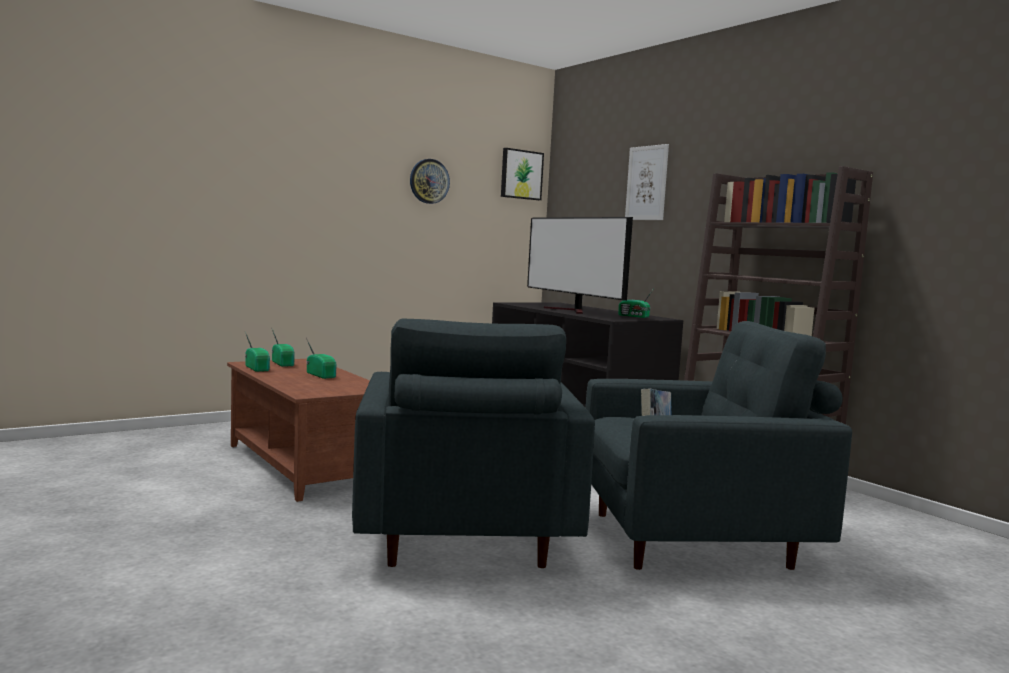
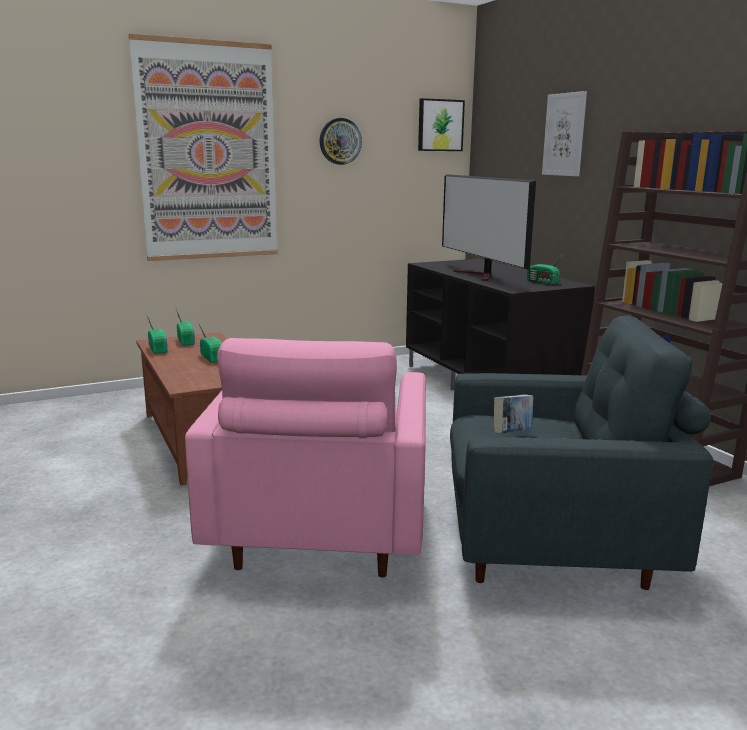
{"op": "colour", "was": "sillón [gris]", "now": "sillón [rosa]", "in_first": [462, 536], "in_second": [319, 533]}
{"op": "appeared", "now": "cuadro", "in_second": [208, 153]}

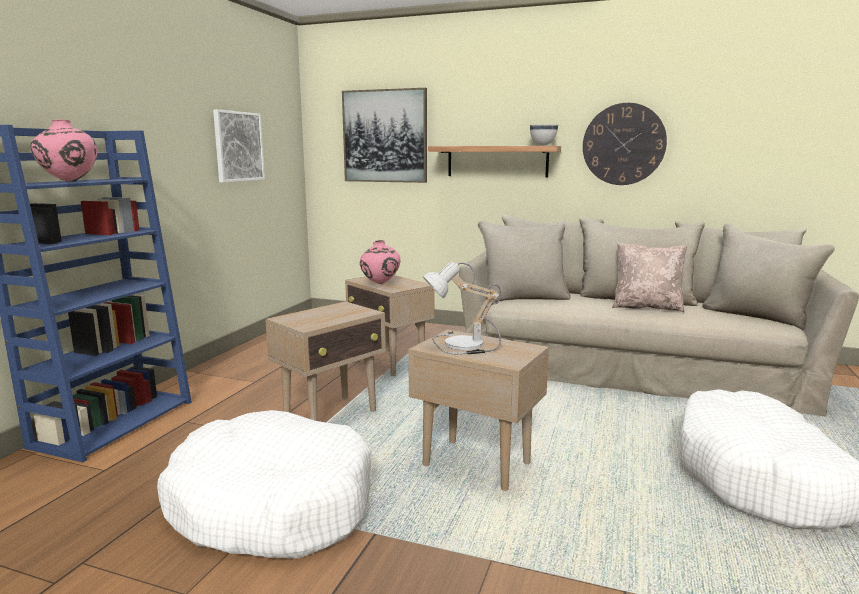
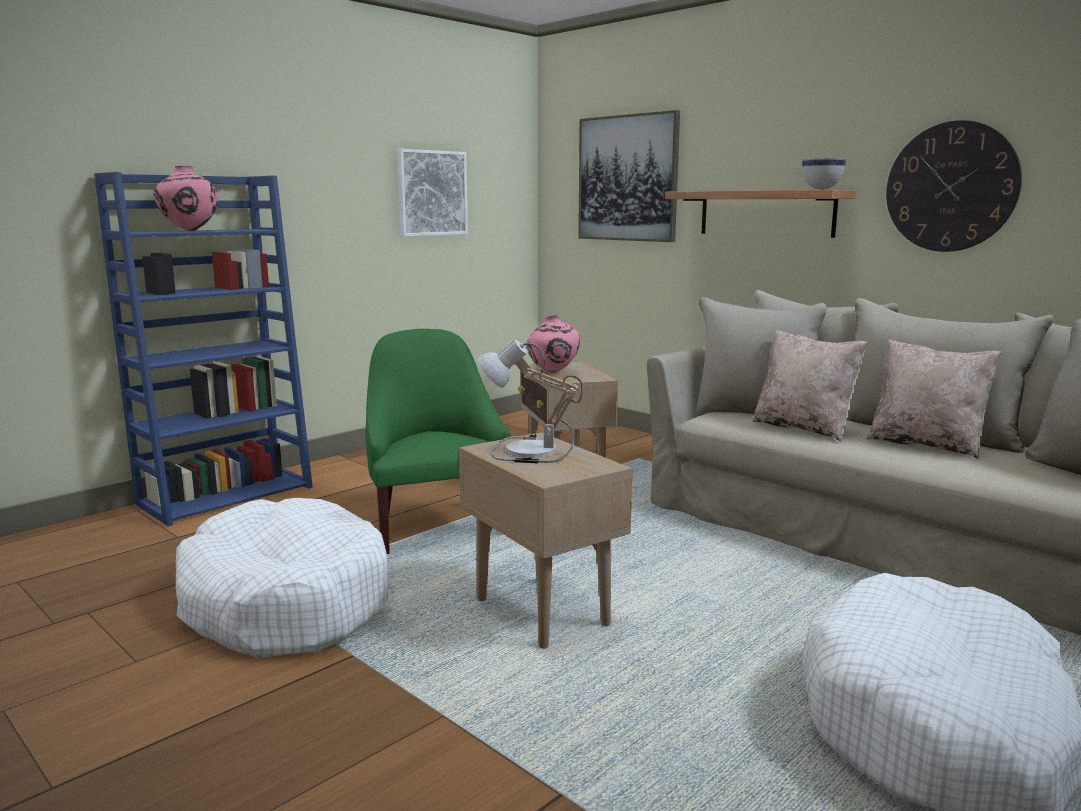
{"op": "exchanged", "was": "mesa auxiliar [beis]", "now": "sillón [verde]", "in_first": [331, 414], "in_second": [437, 525]}
{"op": "appeared", "now": "cojín [beis]", "in_second": [804, 428]}

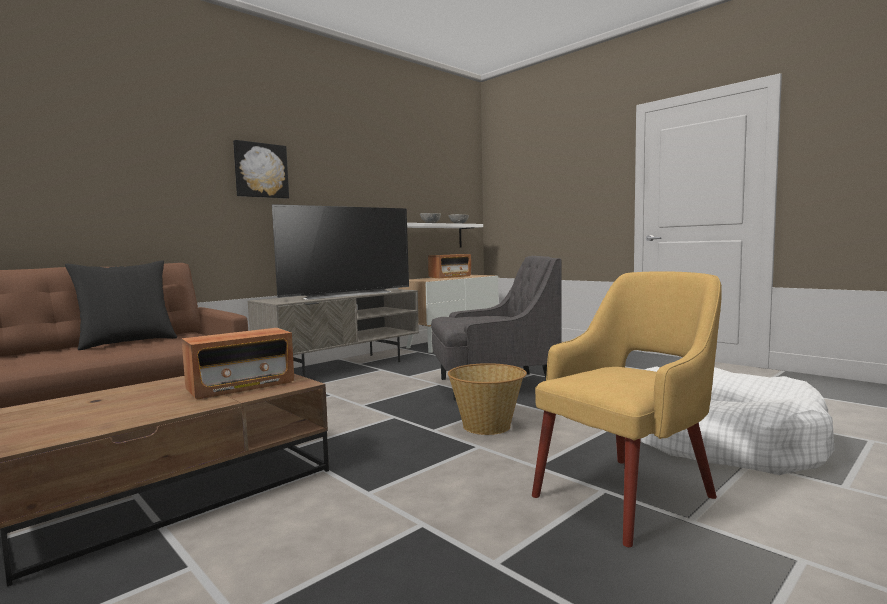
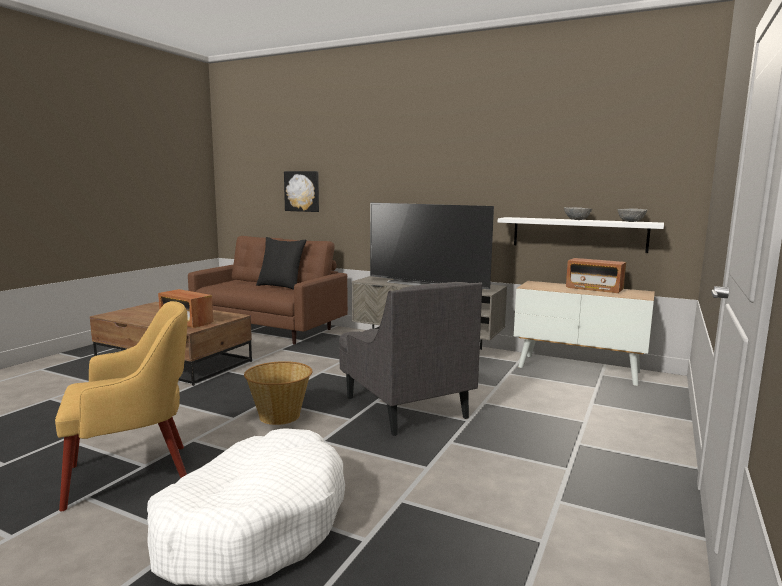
{"op": "relocated", "was": "cuadro", "in_first": [260, 170], "in_second": [302, 191]}
{"op": "spun", "was": "sillón [amarillo]", "in_first": [628, 495], "in_second": [133, 474], "clockwise": -60}

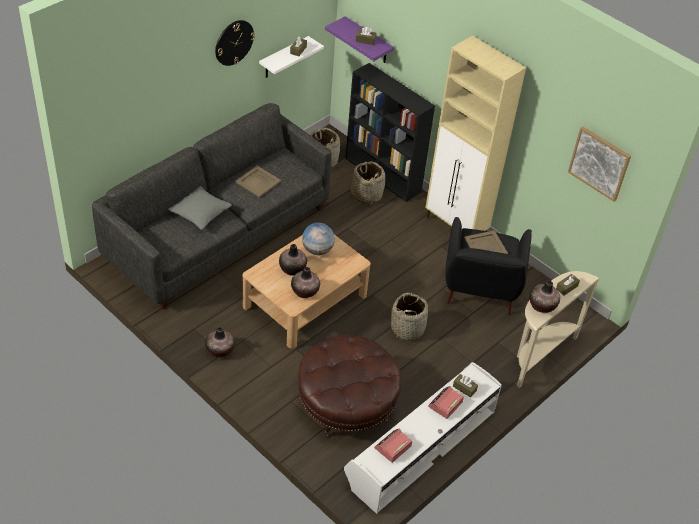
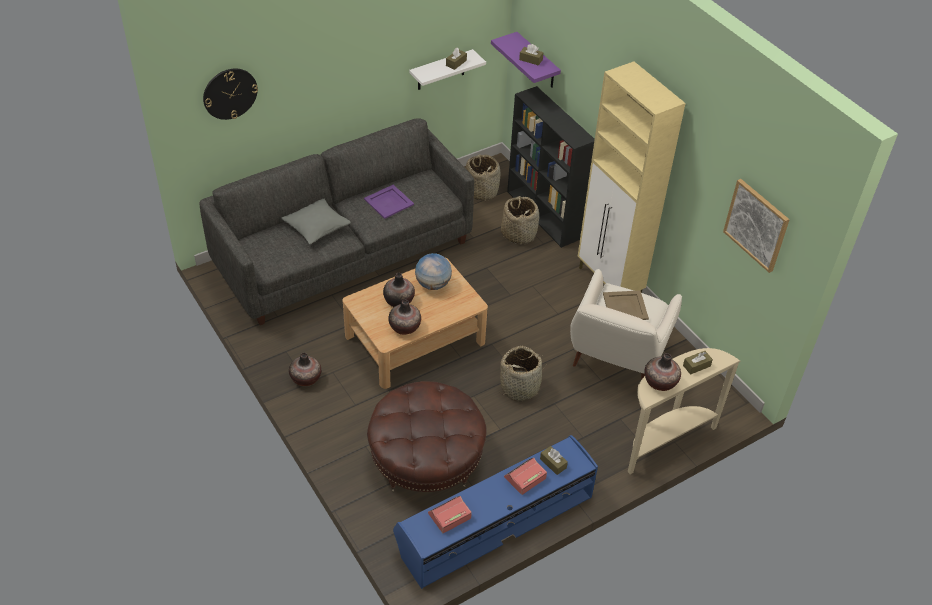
{"op": "relocated", "was": "reloj de pared", "in_first": [234, 42], "in_second": [230, 93]}
{"op": "colour", "was": "bandeja [beis]", "now": "bandeja [morado]", "in_first": [257, 181], "in_second": [388, 202]}
{"op": "colour", "was": "sillón [negro]", "now": "sillón [blanco]", "in_first": [480, 291], "in_second": [616, 357]}
{"op": "colour", "was": "mueble de televisión [blanco]", "now": "mueble de televisión [azul]", "in_first": [420, 446], "in_second": [494, 521]}

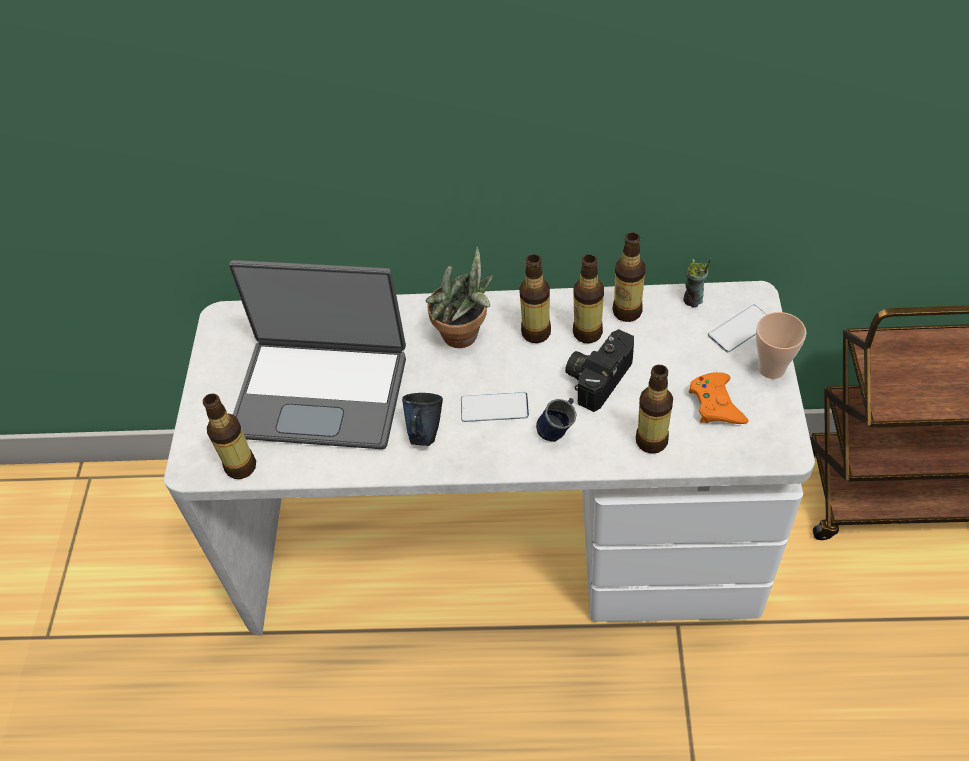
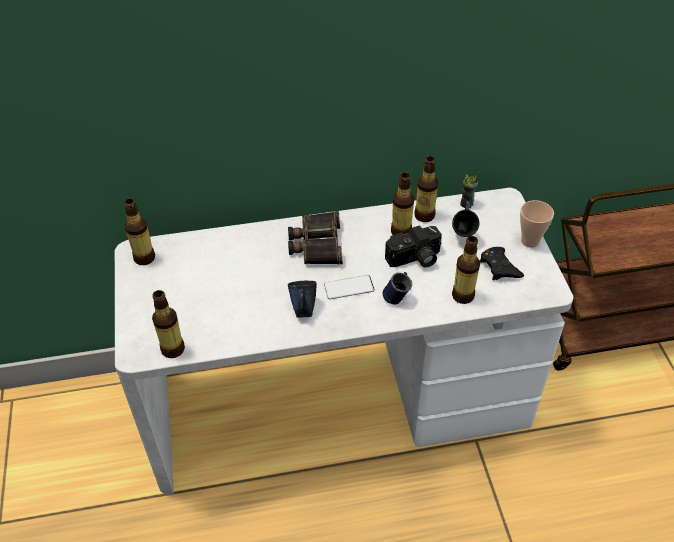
{"op": "exchanged", "was": "planta en maceta", "now": "prismáticos", "in_first": [465, 337], "in_second": [316, 244]}
{"op": "relocated", "was": "botella", "in_first": [536, 332], "in_second": [144, 258]}
{"op": "missing", "was": "portátil", "in_first": [321, 392]}
{"op": "missing", "was": "móvil", "in_first": [740, 329]}
{"op": "spun", "was": "cámara", "in_first": [597, 376], "in_second": [415, 259], "clockwise": -135}
{"op": "colour", "was": "mando de consola [naranja]", "now": "mando de consola [negro]", "in_first": [716, 404], "in_second": [499, 267]}
{"op": "appeared", "now": "taza grande [azul]", "in_second": [463, 237]}

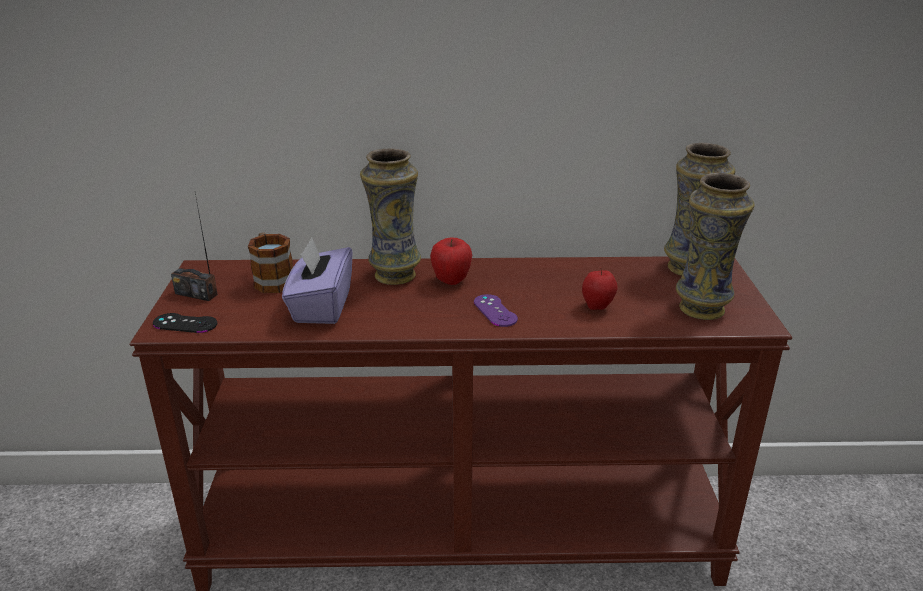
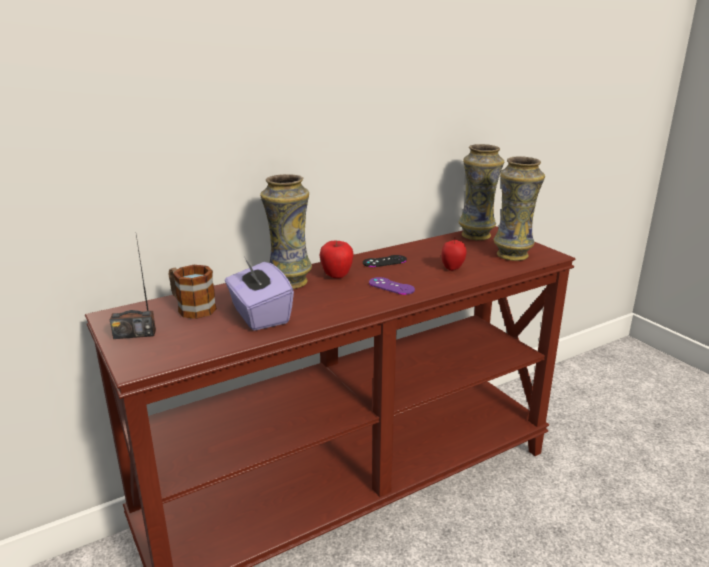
{"op": "relocated", "was": "mando de consola [negro]", "in_first": [185, 323], "in_second": [384, 261]}

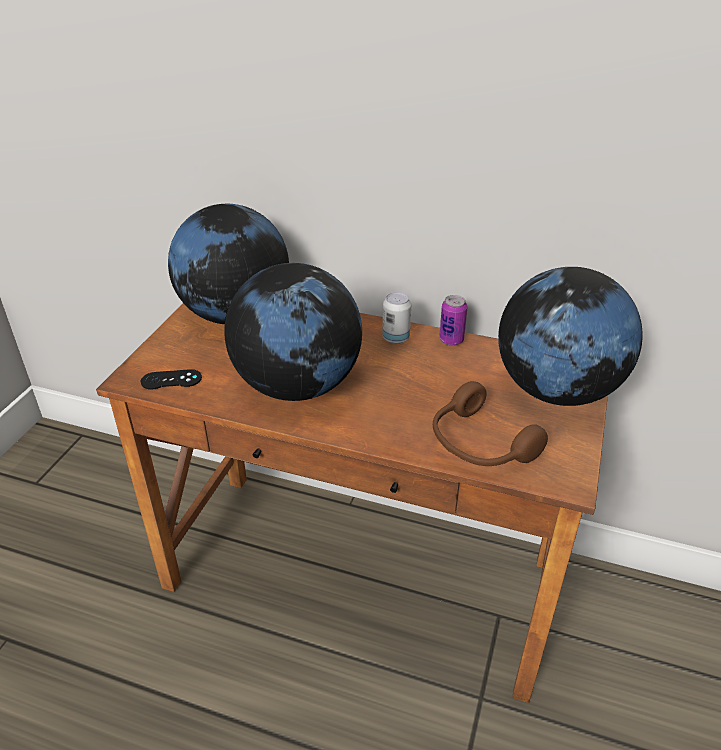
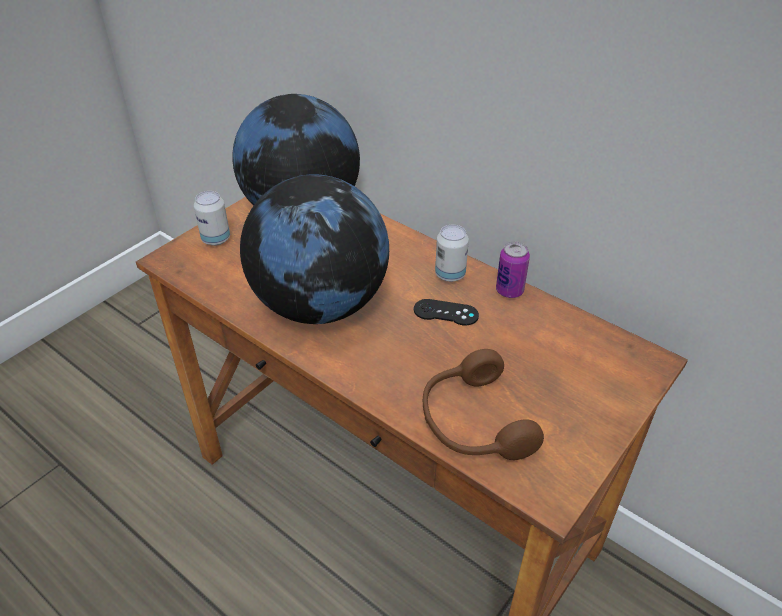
{"op": "missing", "was": "globo terráqueo", "in_first": [556, 390]}
{"op": "relocated", "was": "mando de consola [negro]", "in_first": [171, 380], "in_second": [445, 312]}
{"op": "appeared", "now": "lata", "in_second": [216, 239]}

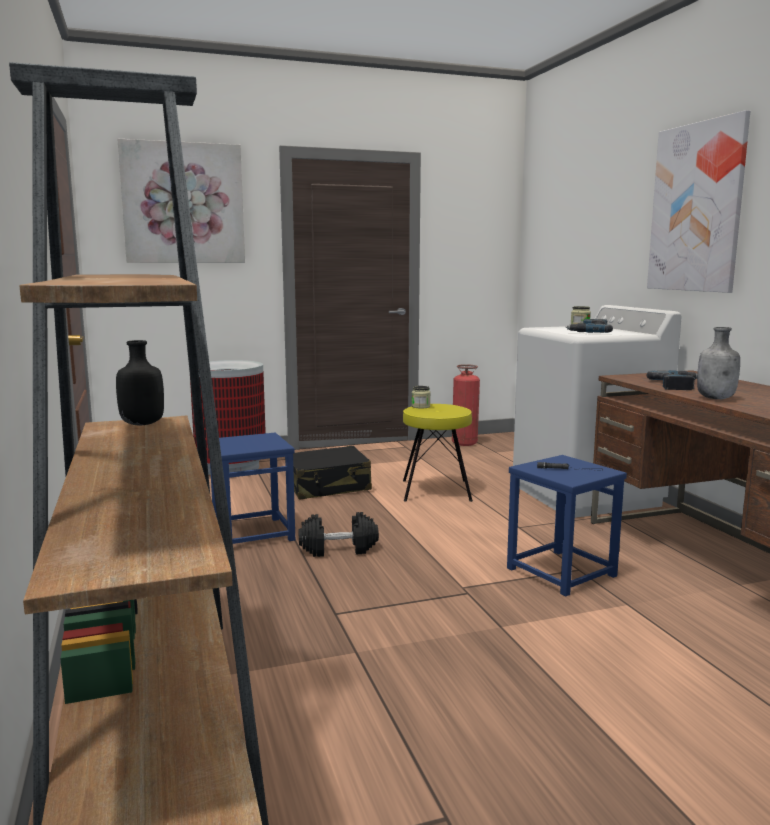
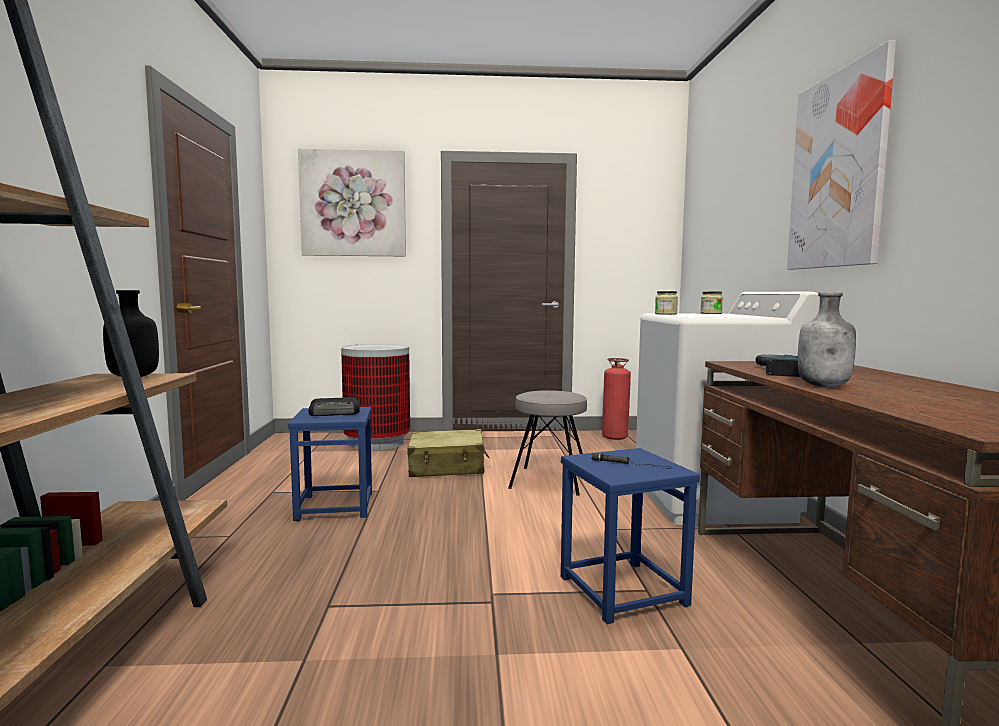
{"op": "missing", "was": "taladro", "in_first": [589, 332]}
{"op": "relocated", "was": "tarro", "in_first": [421, 406], "in_second": [665, 314]}
{"op": "colour", "was": "taburete [amarillo]", "now": "taburete [gris]", "in_first": [436, 490], "in_second": [550, 480]}
{"op": "colour", "was": "maleta [negro]", "now": "maleta [beis]", "in_first": [328, 486], "in_second": [447, 467]}
{"op": "missing", "was": "mancuerna [negro]", "in_first": [338, 549]}
{"op": "appeared", "now": "radio", "in_second": [335, 412]}

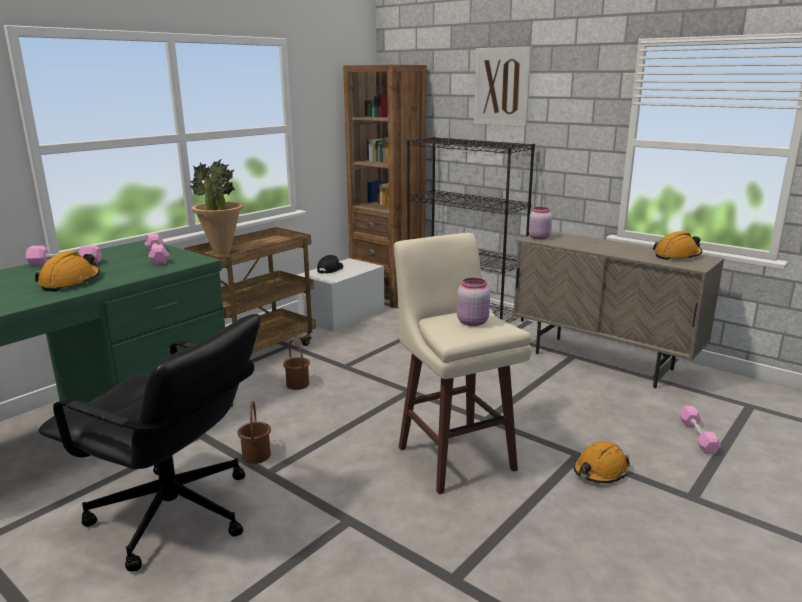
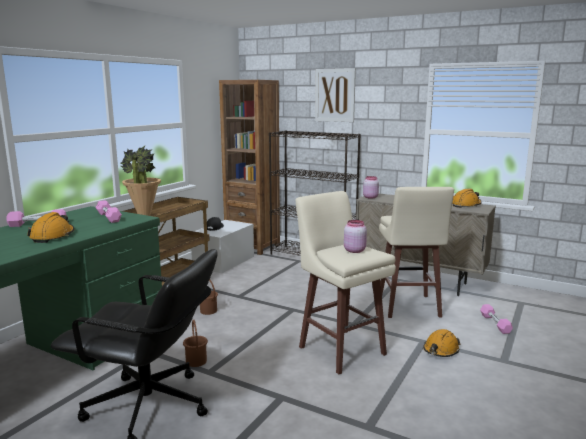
{"op": "appeared", "now": "taburete [beis]", "in_second": [408, 307]}

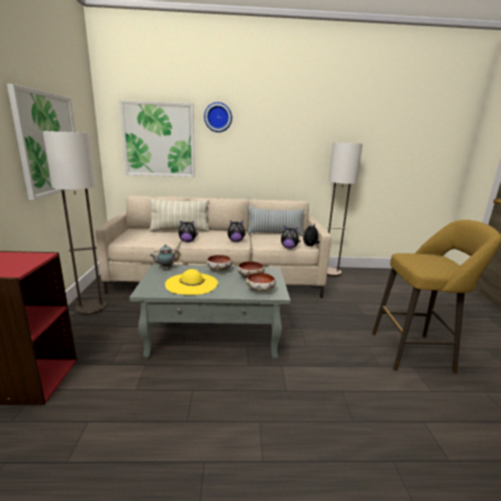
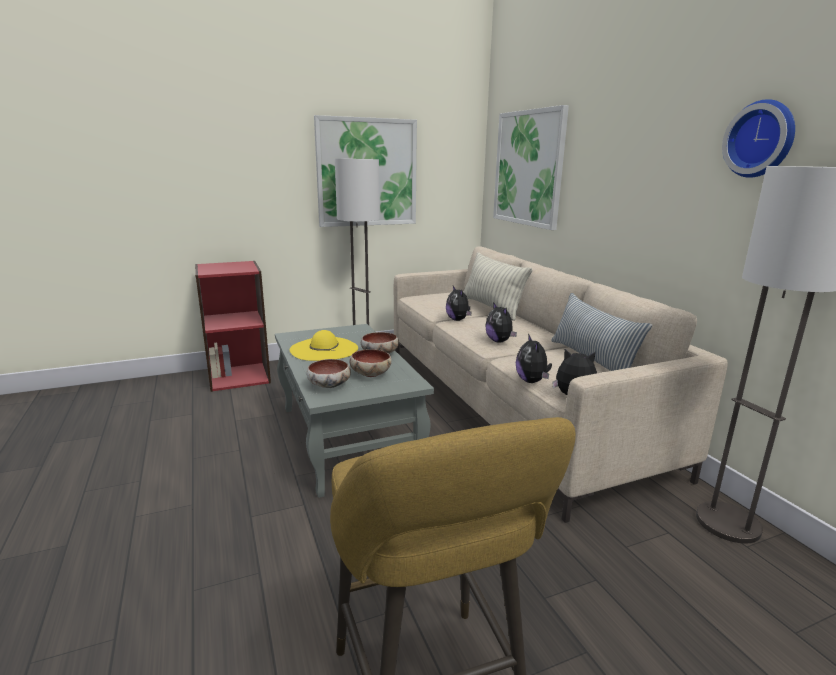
{"op": "relocated", "was": "reloj de pared", "in_first": [218, 117], "in_second": [761, 139]}
{"op": "missing", "was": "tetera", "in_first": [165, 268]}

